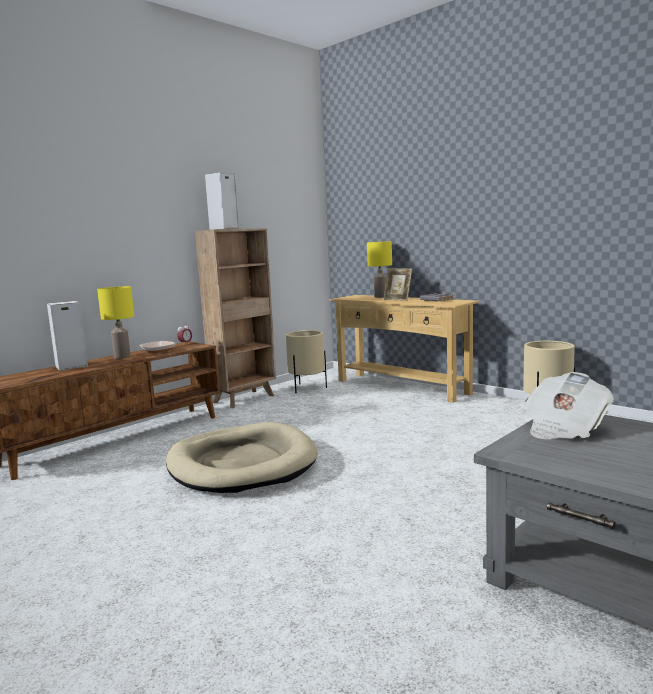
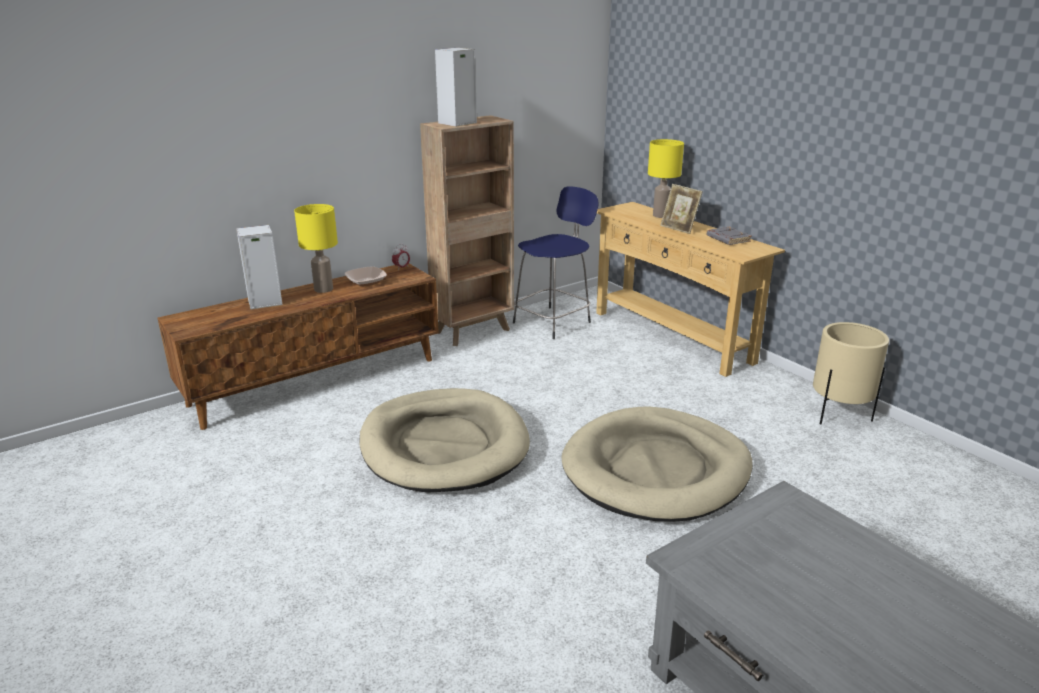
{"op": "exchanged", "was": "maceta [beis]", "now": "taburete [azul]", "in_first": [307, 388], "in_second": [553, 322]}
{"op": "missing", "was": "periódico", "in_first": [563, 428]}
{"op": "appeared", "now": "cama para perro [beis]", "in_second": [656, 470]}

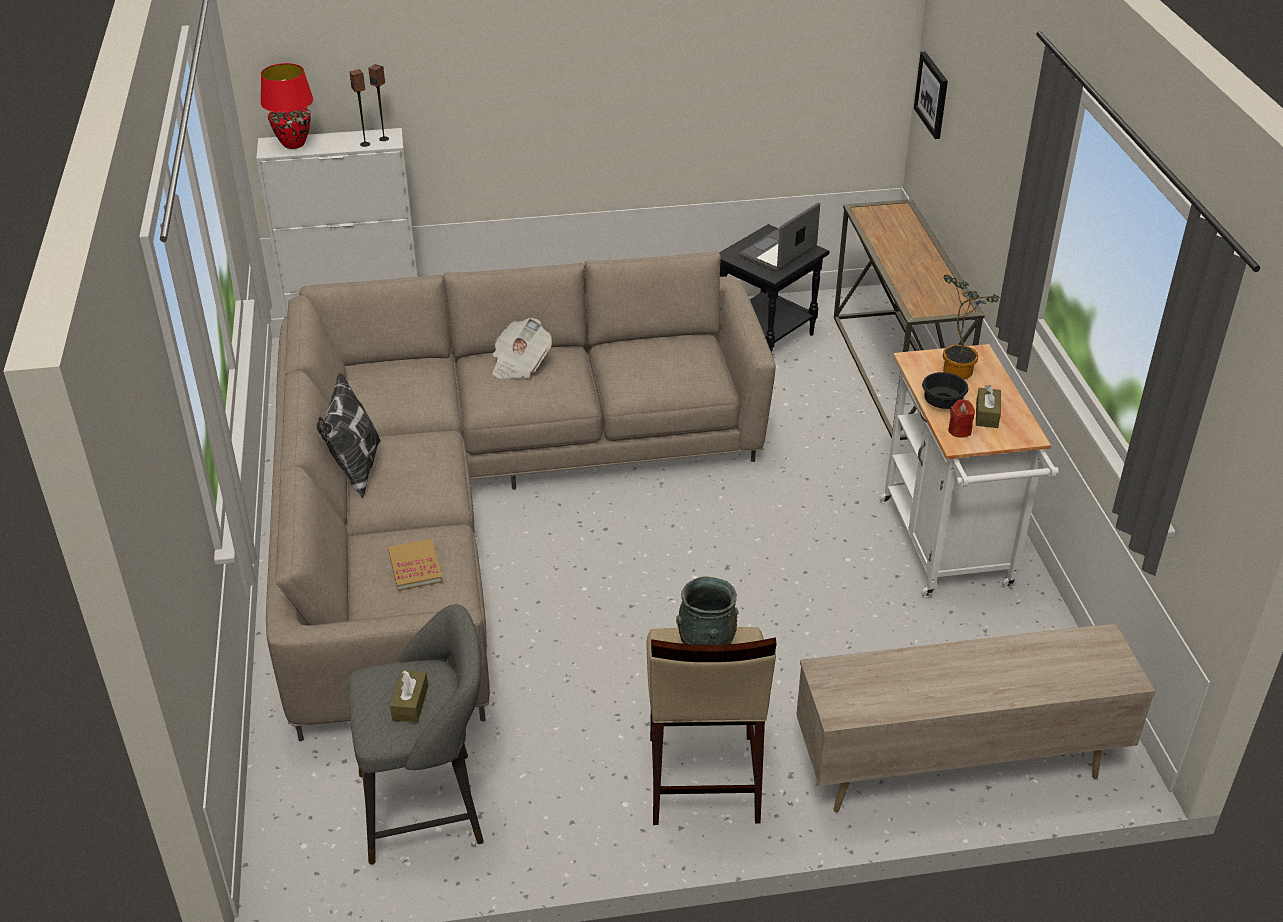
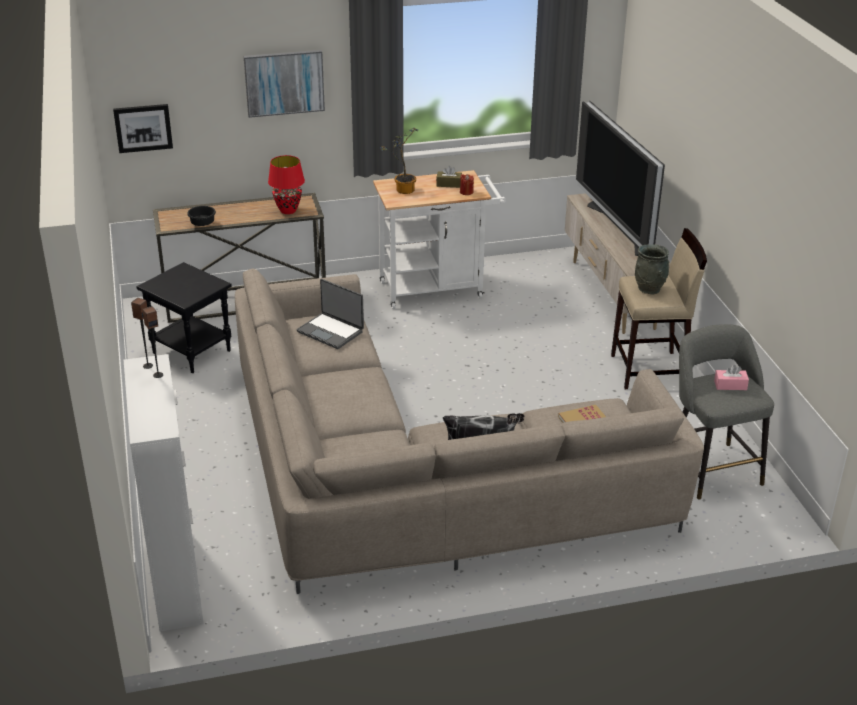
{"op": "relocated", "was": "lámpara de mesa [rojo]", "in_first": [293, 144], "in_second": [288, 211]}
{"op": "relocated", "was": "portátil", "in_first": [779, 253], "in_second": [331, 331]}
{"op": "missing", "was": "periódico", "in_first": [519, 364]}
{"op": "relocated", "was": "cuenco [negro]", "in_first": [943, 403], "in_second": [203, 223]}
{"op": "colour", "was": "caja de pañuelos [marrón]", "now": "caja de pañuelos [rosa]", "in_first": [410, 703], "in_second": [730, 385]}
{"op": "appeared", "now": "cuadro", "in_second": [284, 83]}
{"op": "appeared", "now": "televisor", "in_second": [620, 228]}

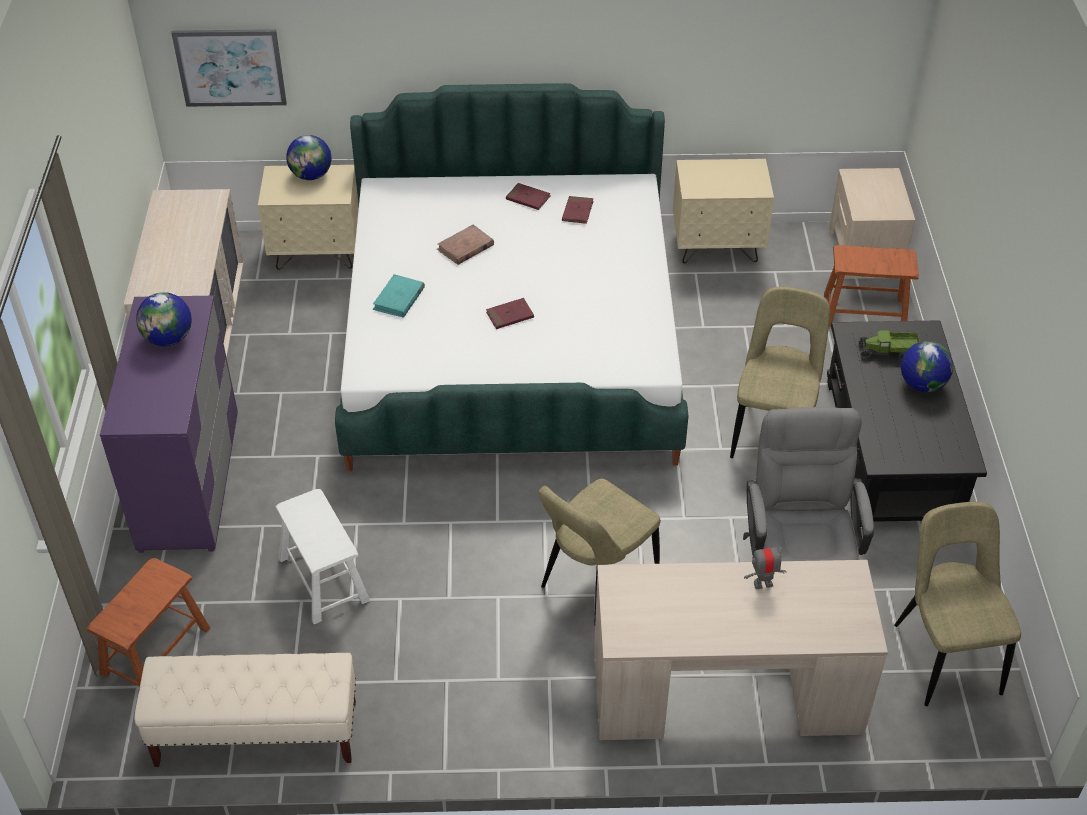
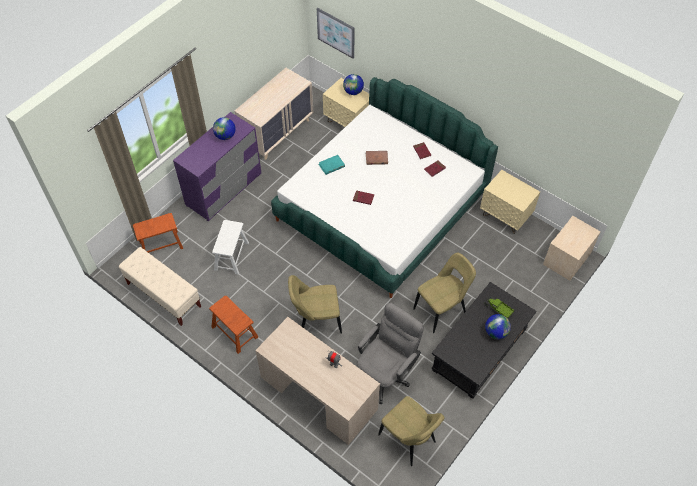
{"op": "relocated", "was": "taburete [marrón]", "in_first": [864, 312], "in_second": [234, 332]}
{"op": "spun", "was": "silla [beis]", "in_first": [944, 654], "in_second": [409, 440], "clockwise": 105}

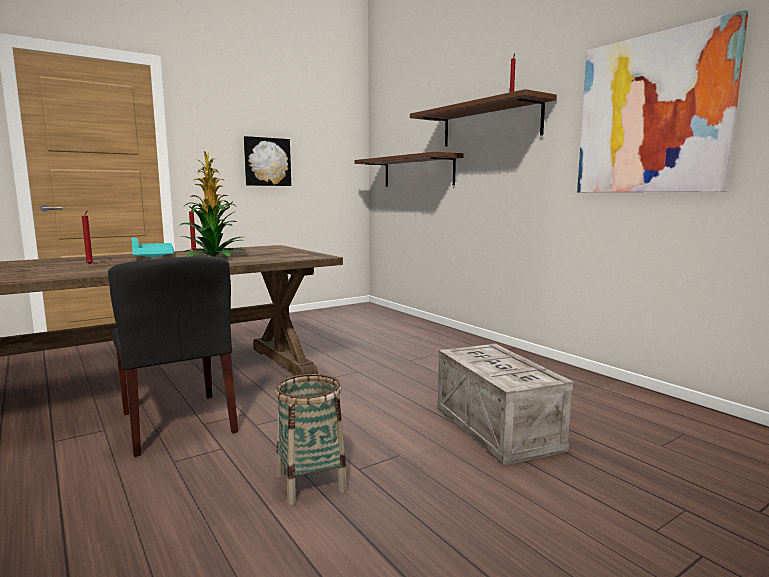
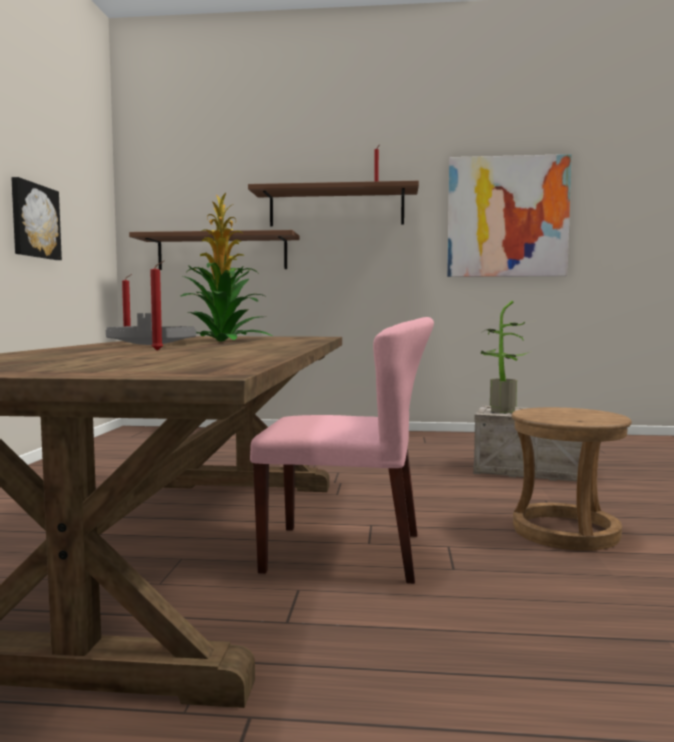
{"op": "colour", "was": "bandeja [turquesa]", "now": "bandeja [gris]", "in_first": [153, 256], "in_second": [149, 344]}
{"op": "colour", "was": "silla [negro]", "now": "silla [rosa]", "in_first": [179, 423], "in_second": [345, 552]}
{"op": "exchanged", "was": "cesta", "now": "taburete [marrón]", "in_first": [311, 482], "in_second": [564, 531]}
{"op": "appeared", "now": "planta en maceta", "in_second": [502, 411]}

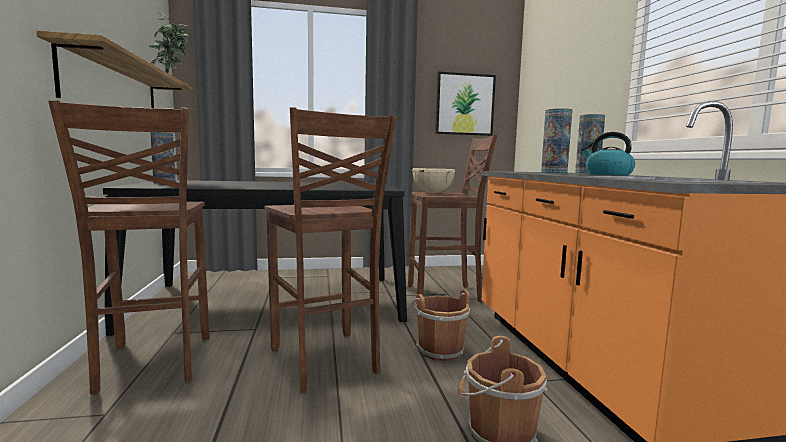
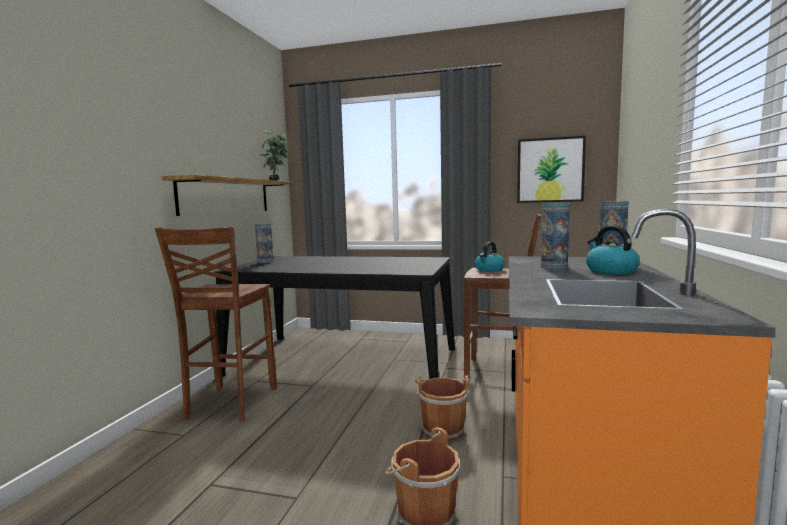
{"op": "missing", "was": "taburete [marrón]", "in_first": [325, 361]}
{"op": "exchanged", "was": "olla [beis]", "now": "hervidor", "in_first": [432, 193], "in_second": [489, 270]}

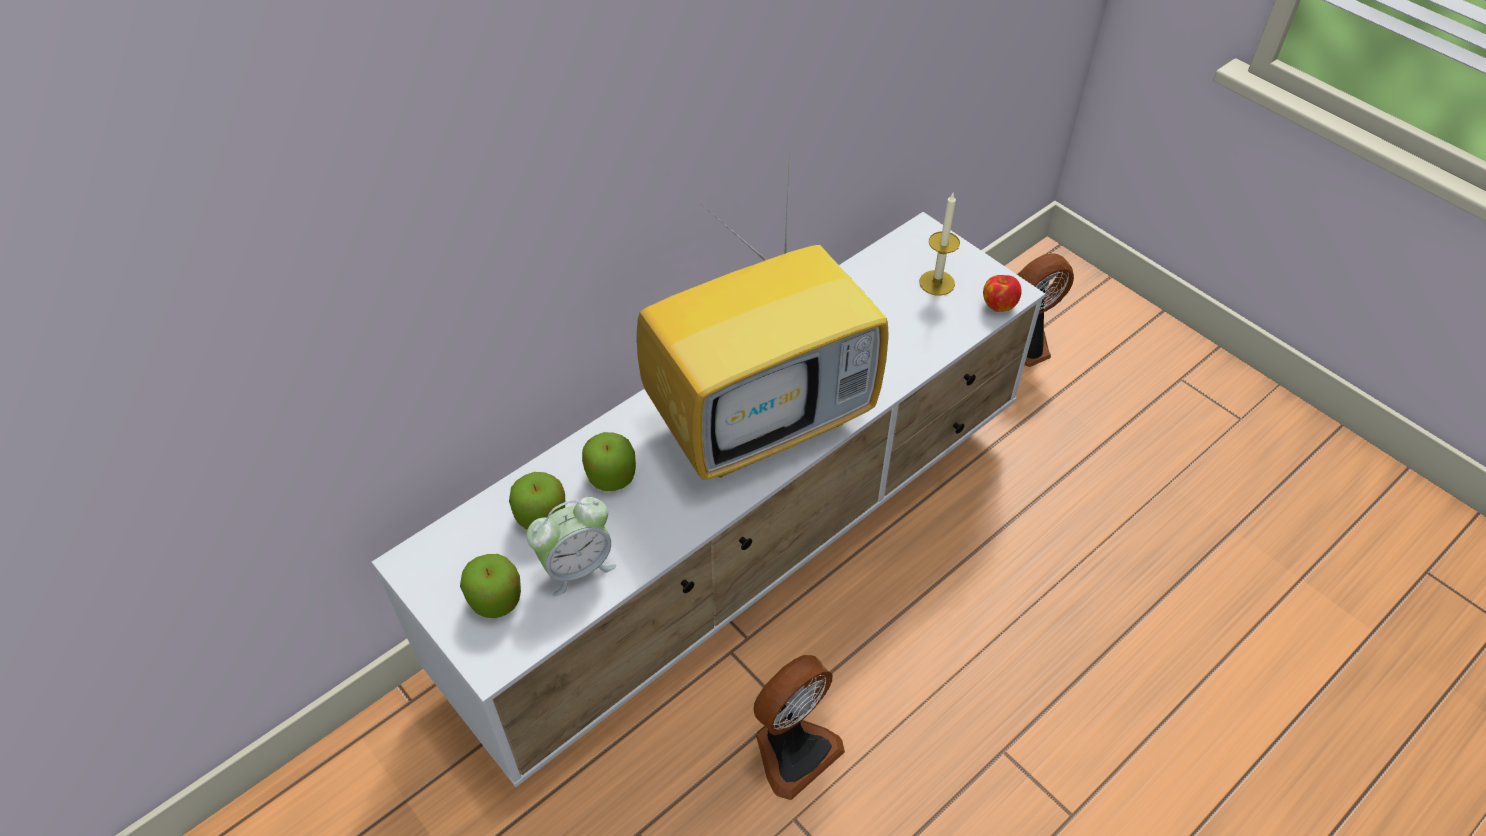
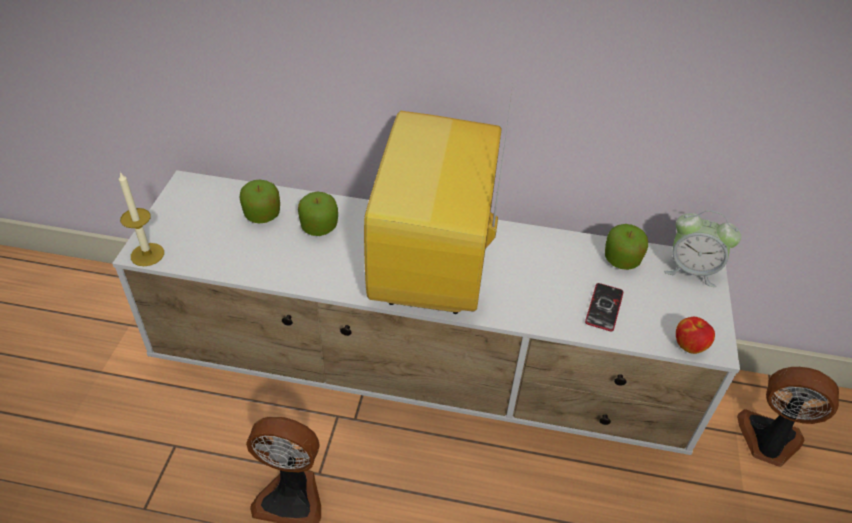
{"op": "spun", "was": "televisor", "in_first": [763, 418], "in_second": [434, 270], "clockwise": 75}
{"op": "relocated", "was": "vela", "in_first": [937, 283], "in_second": [147, 254]}
{"op": "relocated", "was": "despertador", "in_first": [577, 567], "in_second": [691, 270]}
{"op": "relocated", "was": "manzana", "in_first": [495, 599], "in_second": [621, 259]}
{"op": "appeared", "now": "móvil", "in_second": [604, 307]}

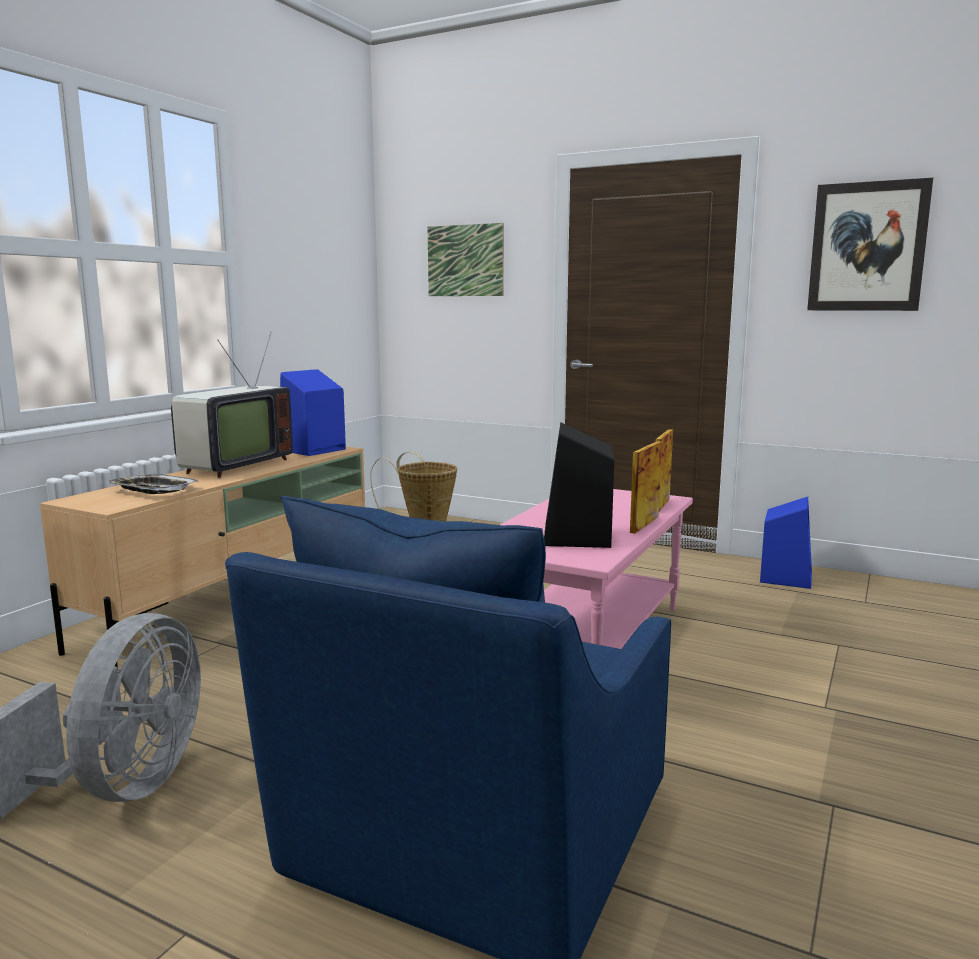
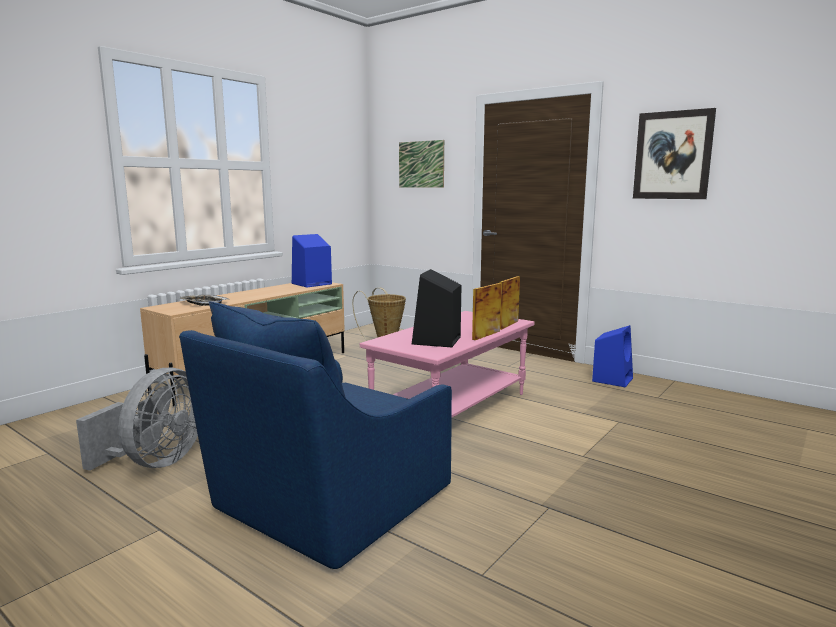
{"op": "missing", "was": "televisor", "in_first": [232, 466]}

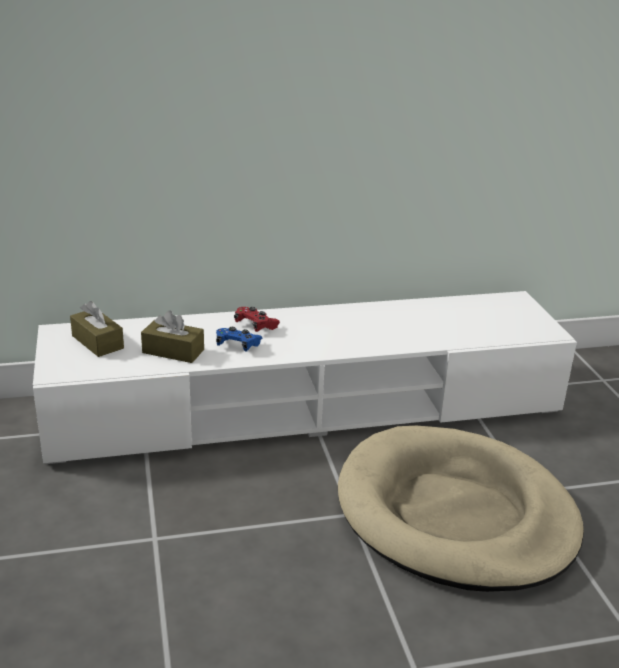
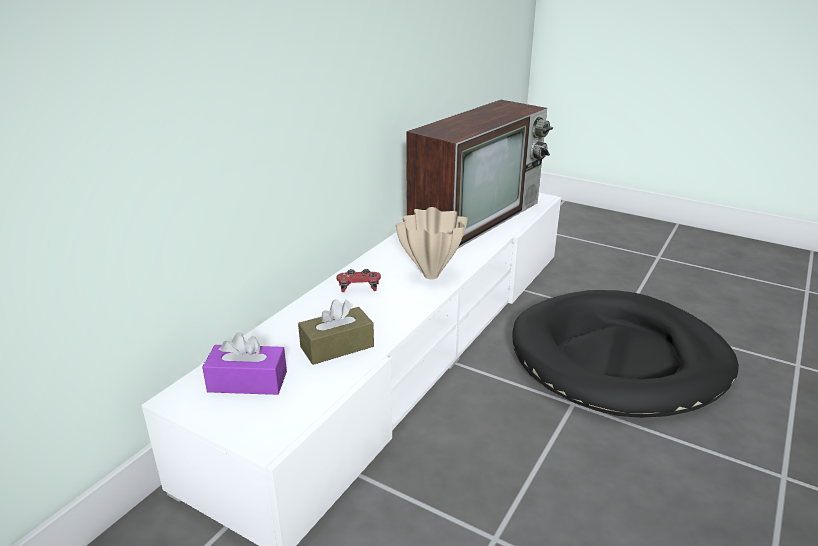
{"op": "colour", "was": "caja de pañuelos [marrón]", "now": "caja de pañuelos [morado]", "in_first": [97, 342], "in_second": [247, 382]}
{"op": "missing", "was": "mando de consola [azul]", "in_first": [238, 345]}
{"op": "colour", "was": "cama para perro [beis]", "now": "cama para perro [negro]", "in_first": [455, 514], "in_second": [619, 359]}
{"op": "appeared", "now": "televisor", "in_second": [476, 217]}
{"op": "appeared", "now": "florero [beis]", "in_second": [432, 275]}

